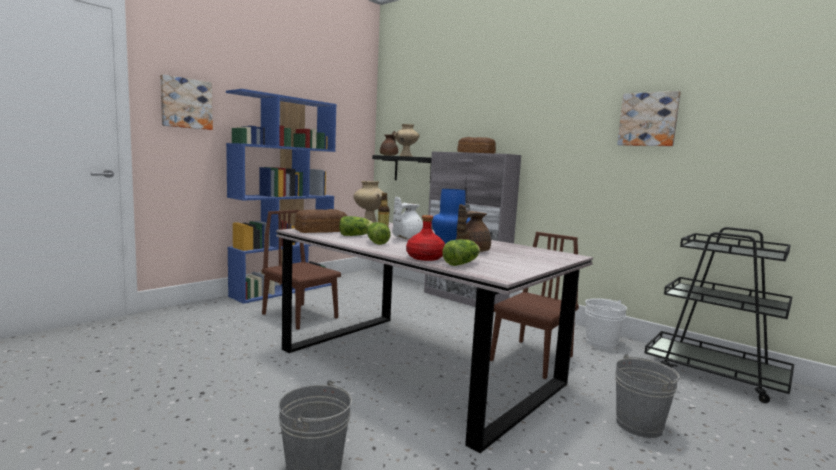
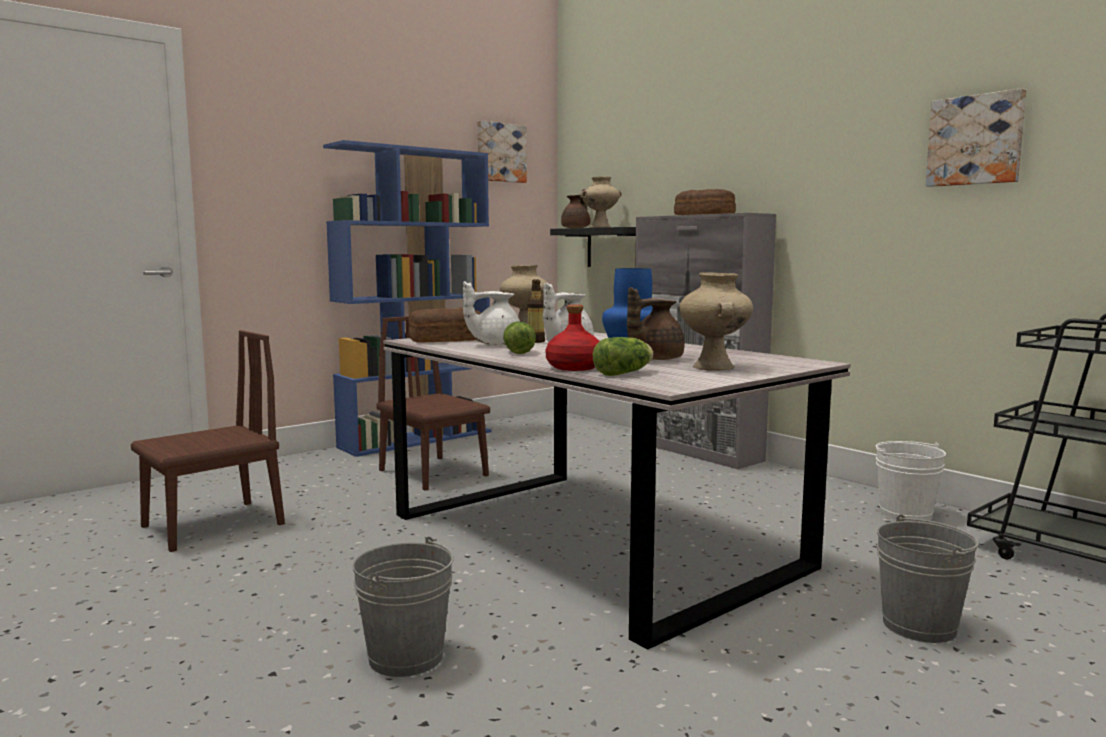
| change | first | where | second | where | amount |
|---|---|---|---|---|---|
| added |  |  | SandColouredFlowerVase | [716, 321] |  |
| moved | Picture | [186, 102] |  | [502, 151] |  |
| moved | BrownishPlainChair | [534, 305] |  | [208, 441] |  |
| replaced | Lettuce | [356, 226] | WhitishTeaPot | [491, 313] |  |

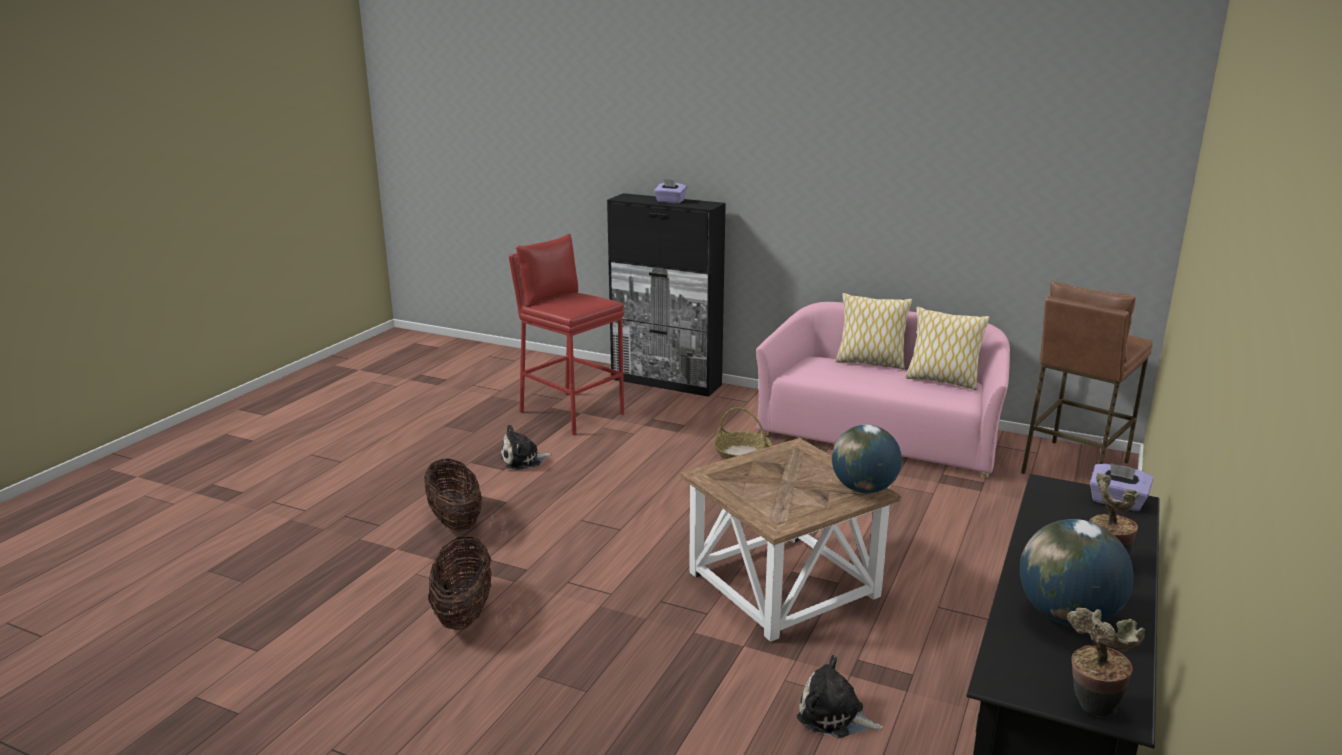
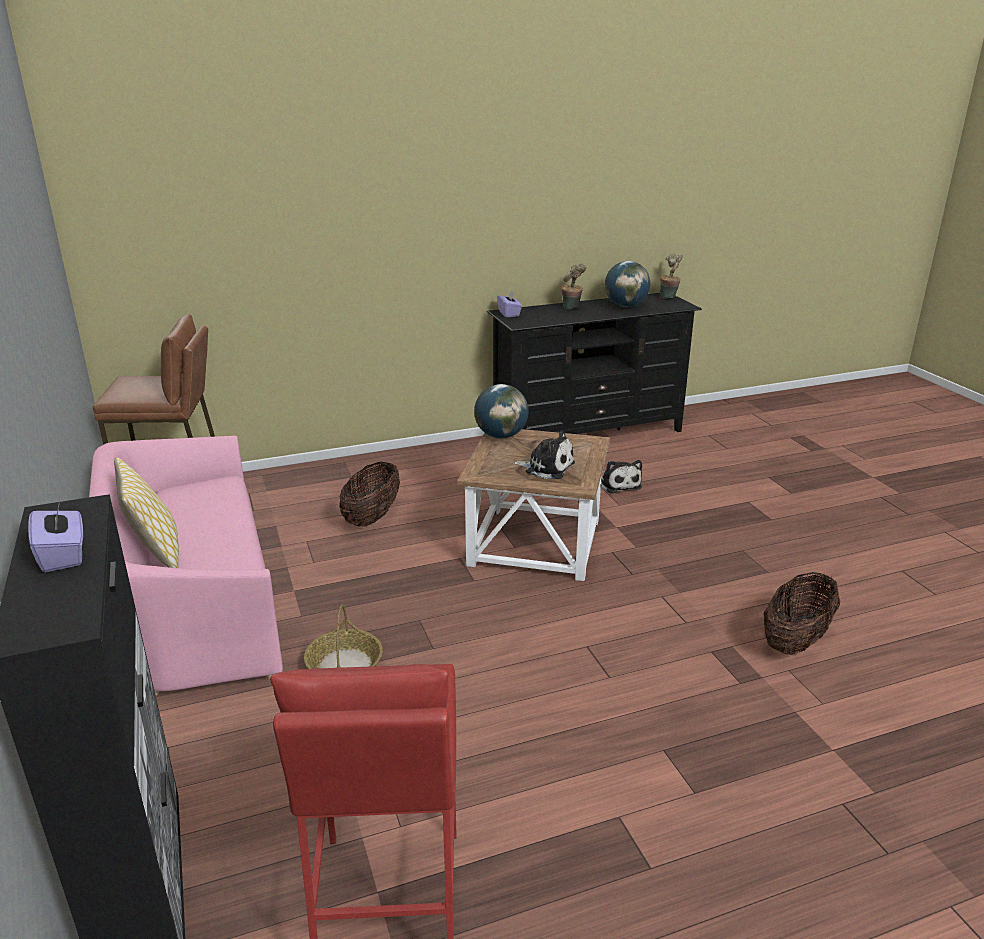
| change | first | where | second | where | amount |
|---|---|---|---|---|---|
| removed | Pillow | [947, 348] |  |  |  |
| moved | StorageBasket | [453, 495] |  | [369, 494] |  |
| moved | CuddlyToy | [526, 447] |  | [544, 454] |  |

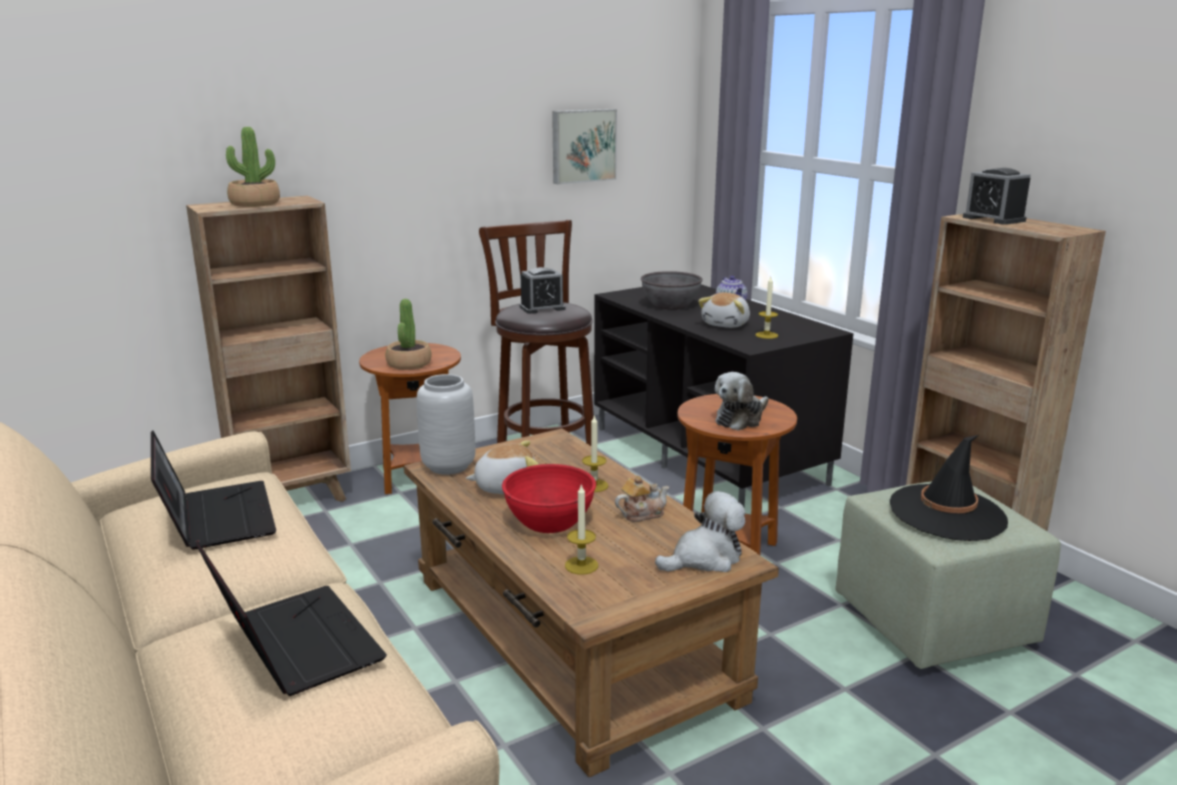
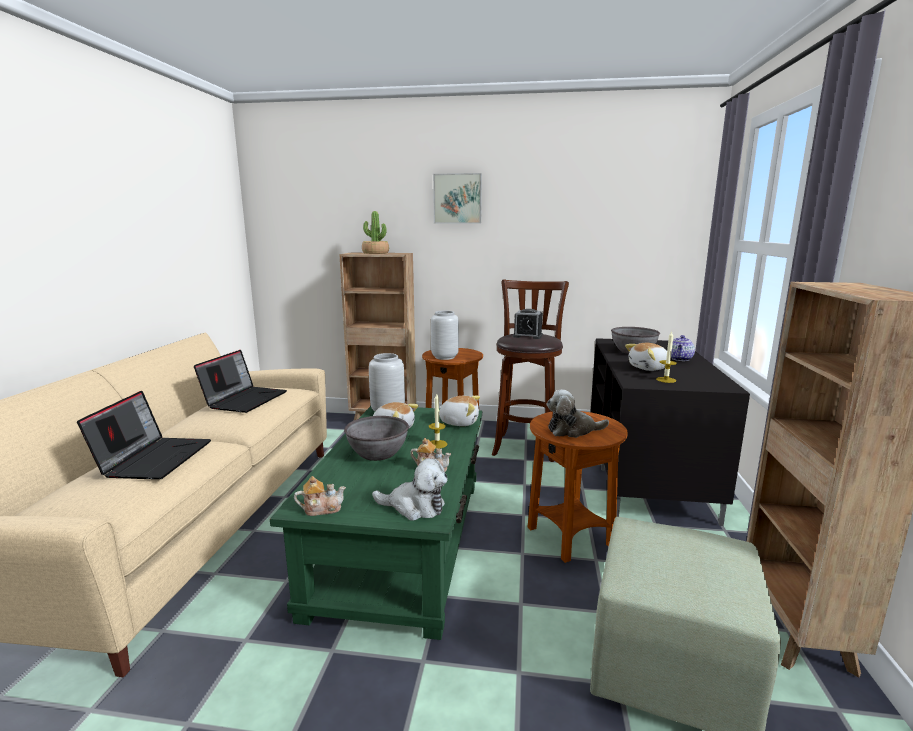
| change | first | where | second | where | amount |
|---|---|---|---|---|---|
| removed | WaxCandle | [581, 529] |  |  |  |
| removed | BlackClothingHat | [949, 488] |  |  |  |
| removed | AlarmClock | [997, 196] |  |  |  |
| added |  |  | TeaPot | [320, 496] |  |
| added |  |  | CuddlyToy | [459, 411] |  |
| moved | Picture | [584, 146] |  | [457, 198] |  |
| replaced | PottedPlant | [408, 334] | GreyishFlowerVase | [445, 335] |  |
| recoloured | BrownishLoungeTable | [591, 602] | GreenLoungeTable | [376, 523] |  |
| recoloured | RedBowl | [549, 498] | GreyishBowl | [376, 438] |  |

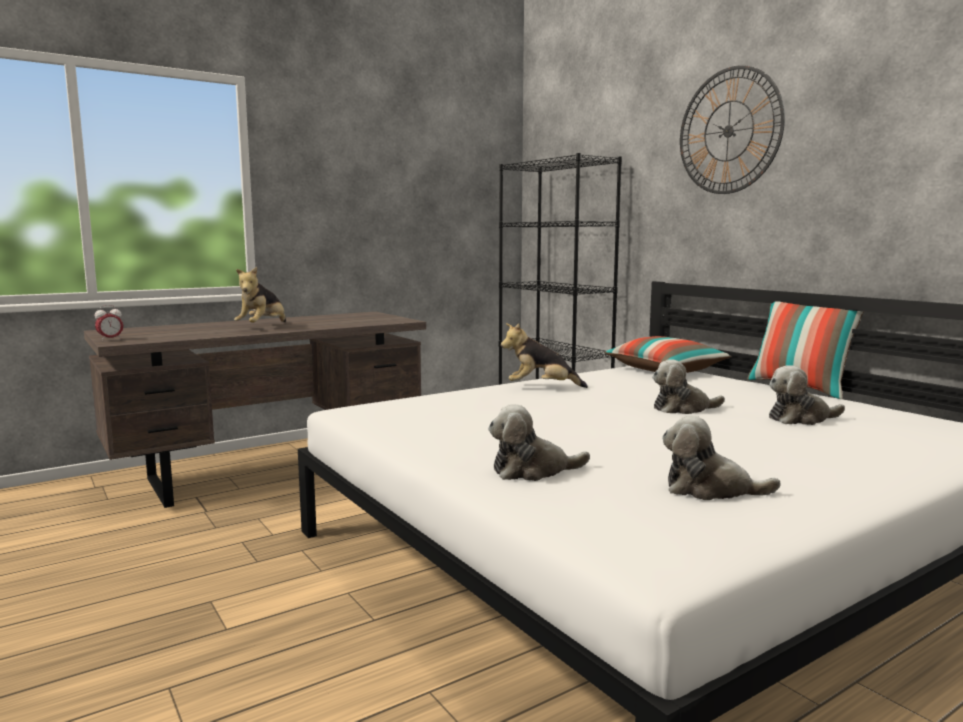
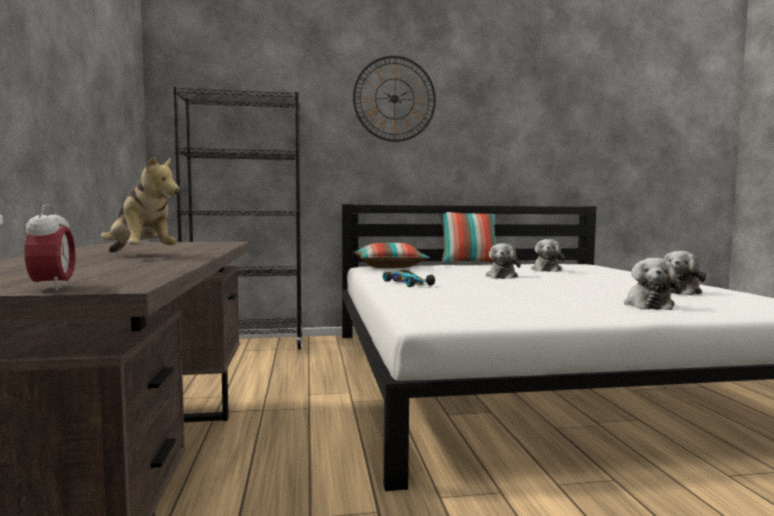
| change | first | where | second | where | amount |
|---|---|---|---|---|---|
| replaced | CuddlyToy | [544, 355] | ModelCar | [409, 278] |  |

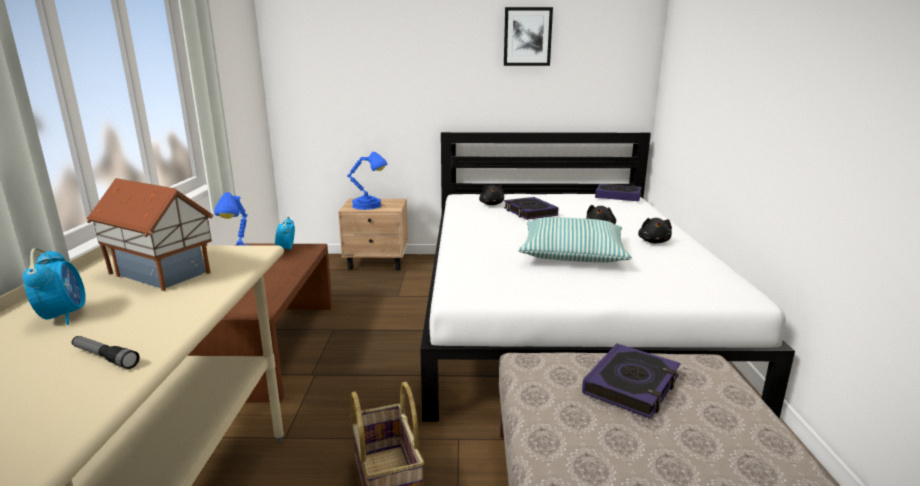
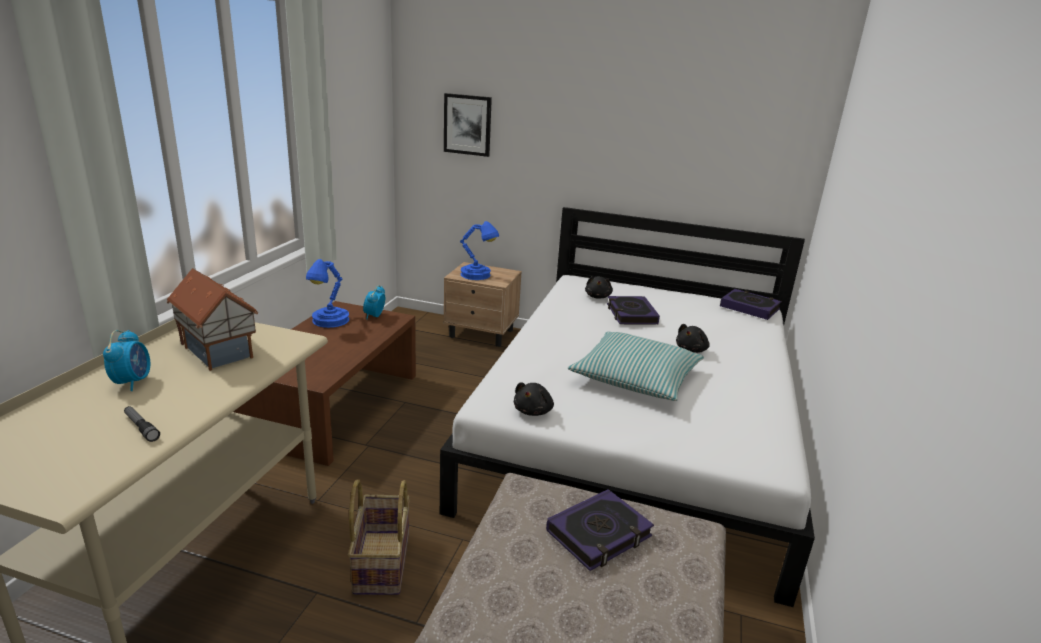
| change | first | where | second | where | amount |
|---|---|---|---|---|---|
| moved | Picture | [528, 36] |  | [468, 125] |  |
| moved | BlackCuddlyToy | [655, 230] |  | [534, 399] |  |

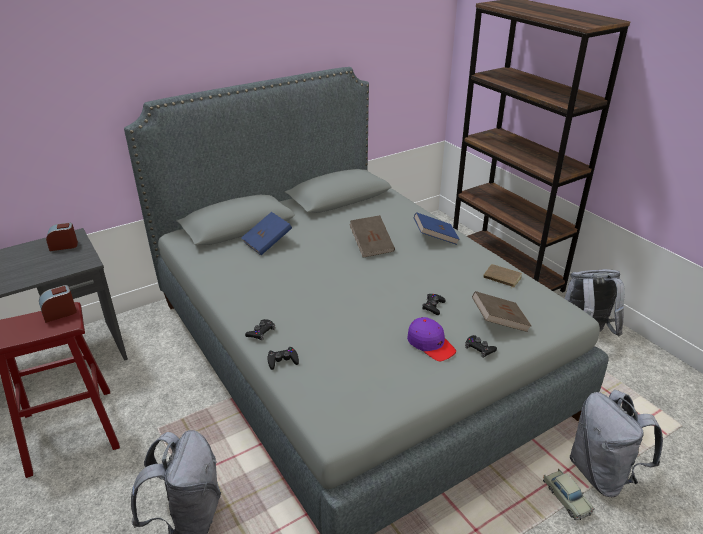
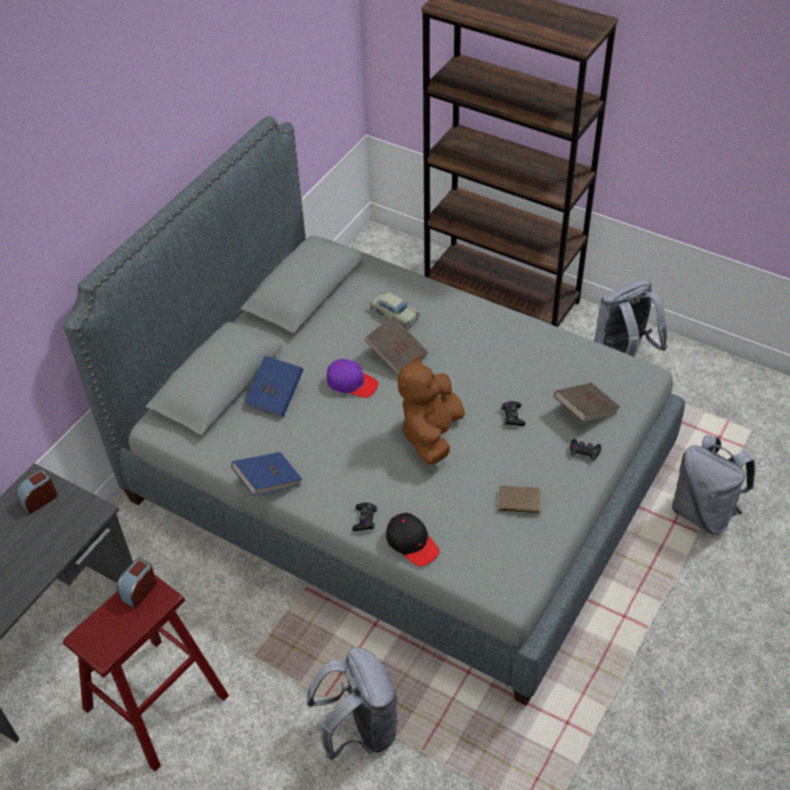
| change | first | where | second | where | amount |
|---|---|---|---|---|---|
| added |  |  | BrownishCuddlyToy | [431, 410] |  |
| moved | PurpleColouredBaseballCap | [431, 339] |  | [352, 378] |  |
| moved | BlueBook | [437, 228] |  | [266, 474] |  |
| moved | BrownishBook | [502, 276] |  | [520, 502] |  |
| moved | SandColouredModelCar | [569, 494] |  | [395, 309] |  |
| replaced | BlackJoypad | [283, 358] | BlackBaseballCap | [412, 540] |  |

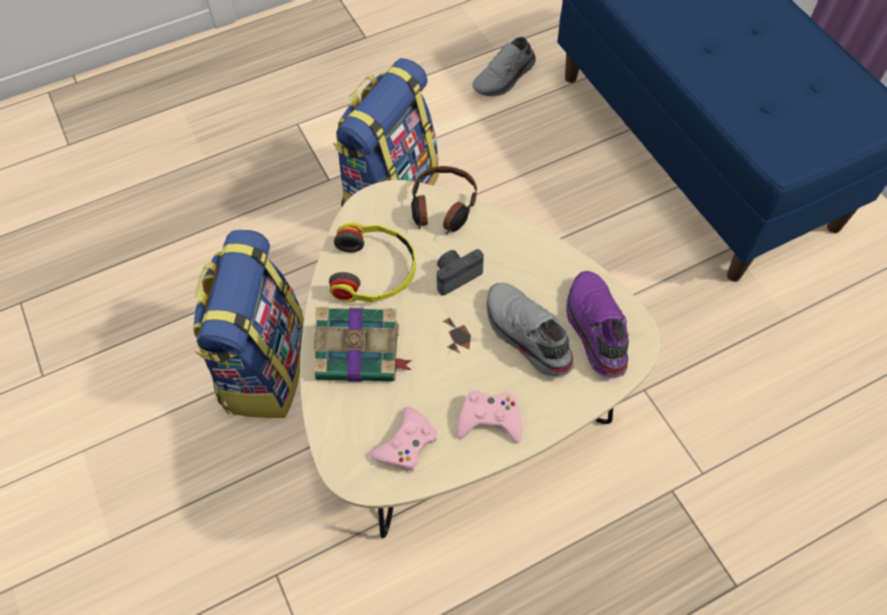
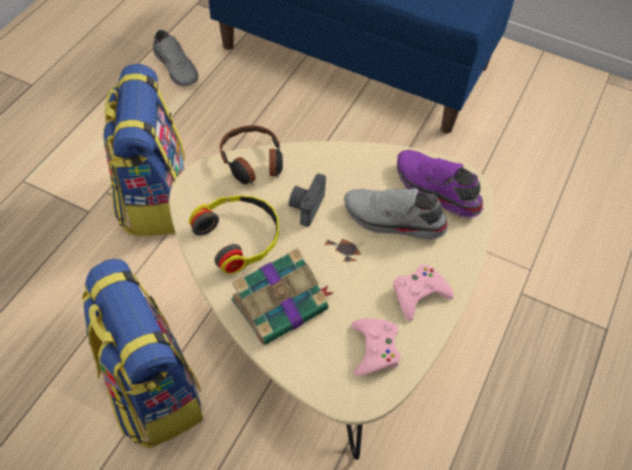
| change | first | where | second | where | amount |
|---|---|---|---|---|---|
| turned | GreyishShoe | [504, 66] |  | [175, 58] | 45 degrees counterclockwise |

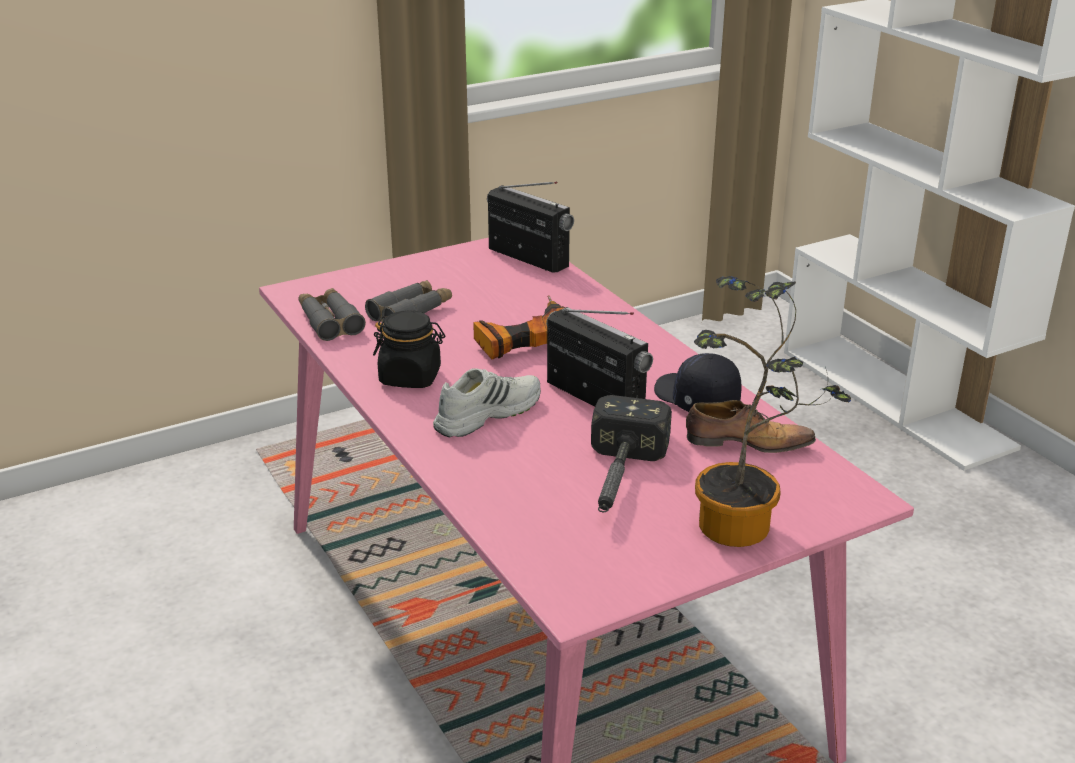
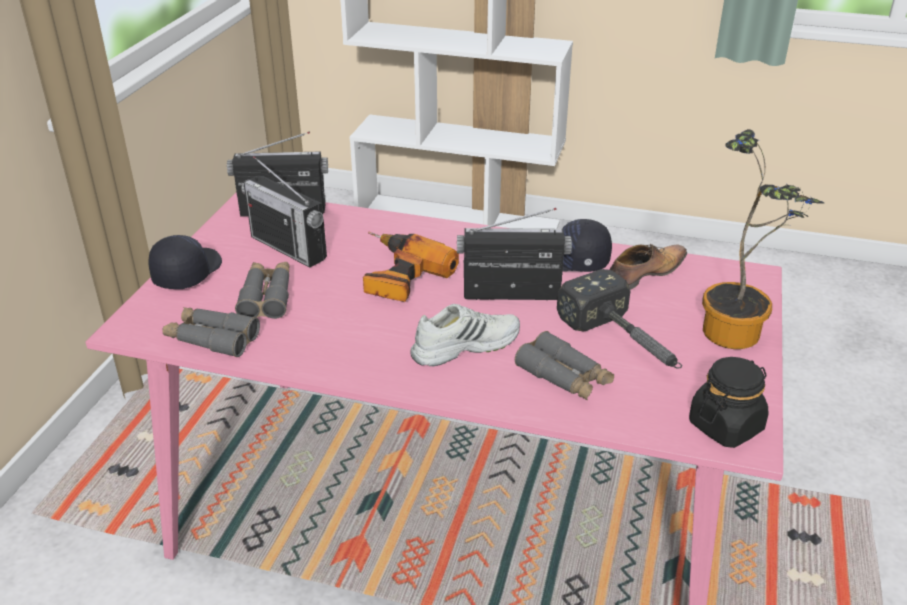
| change | first | where | second | where | amount |
|---|---|---|---|---|---|
| added |  |  | BlackBaseballCap | [185, 262] |  |
| added |  |  | Radio | [284, 212] |  |
| added |  |  | GreyishPairOfBinoculars | [564, 366] |  |
| moved | BlackJar | [409, 349] |  | [729, 402] |  |
| turned | WhitishShoe | [487, 403] |  | [465, 335] | 60 degrees clockwise |

